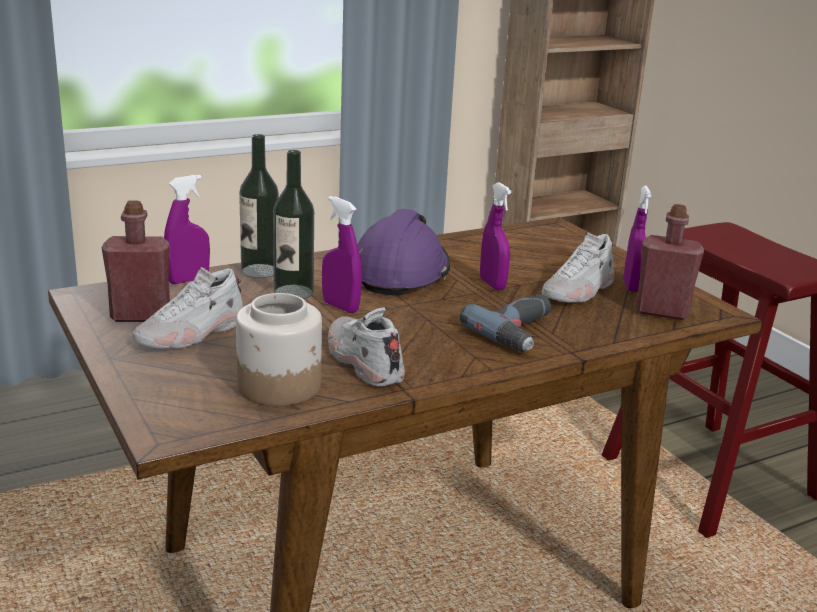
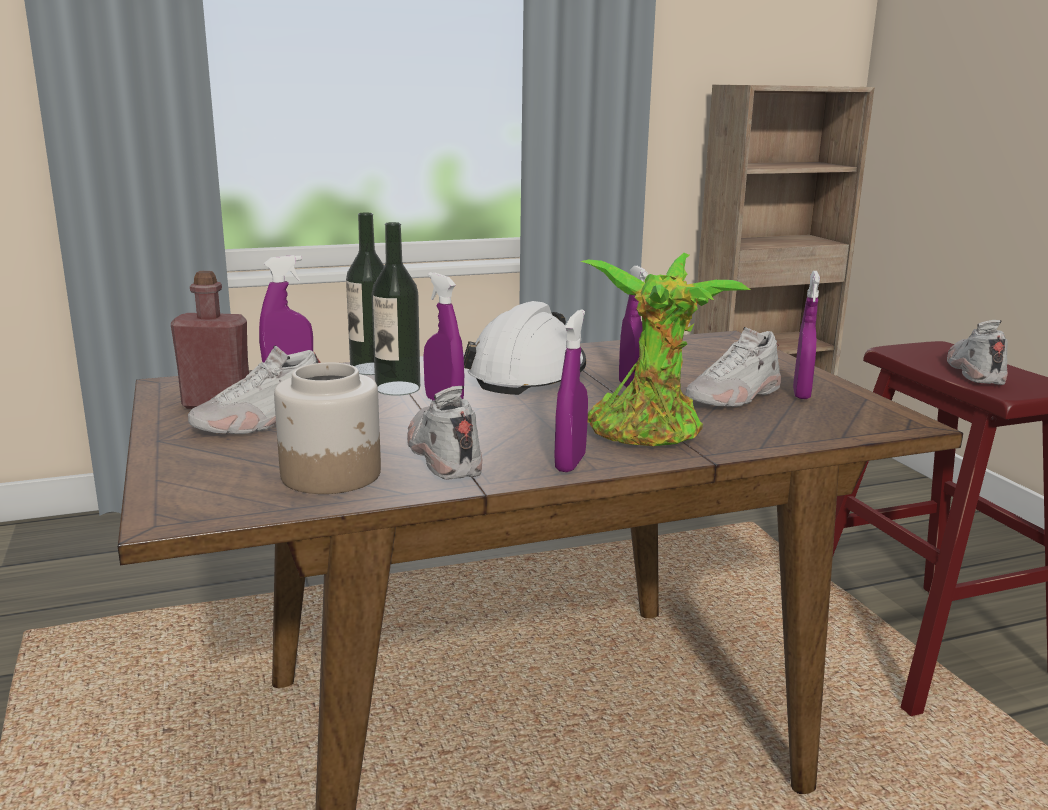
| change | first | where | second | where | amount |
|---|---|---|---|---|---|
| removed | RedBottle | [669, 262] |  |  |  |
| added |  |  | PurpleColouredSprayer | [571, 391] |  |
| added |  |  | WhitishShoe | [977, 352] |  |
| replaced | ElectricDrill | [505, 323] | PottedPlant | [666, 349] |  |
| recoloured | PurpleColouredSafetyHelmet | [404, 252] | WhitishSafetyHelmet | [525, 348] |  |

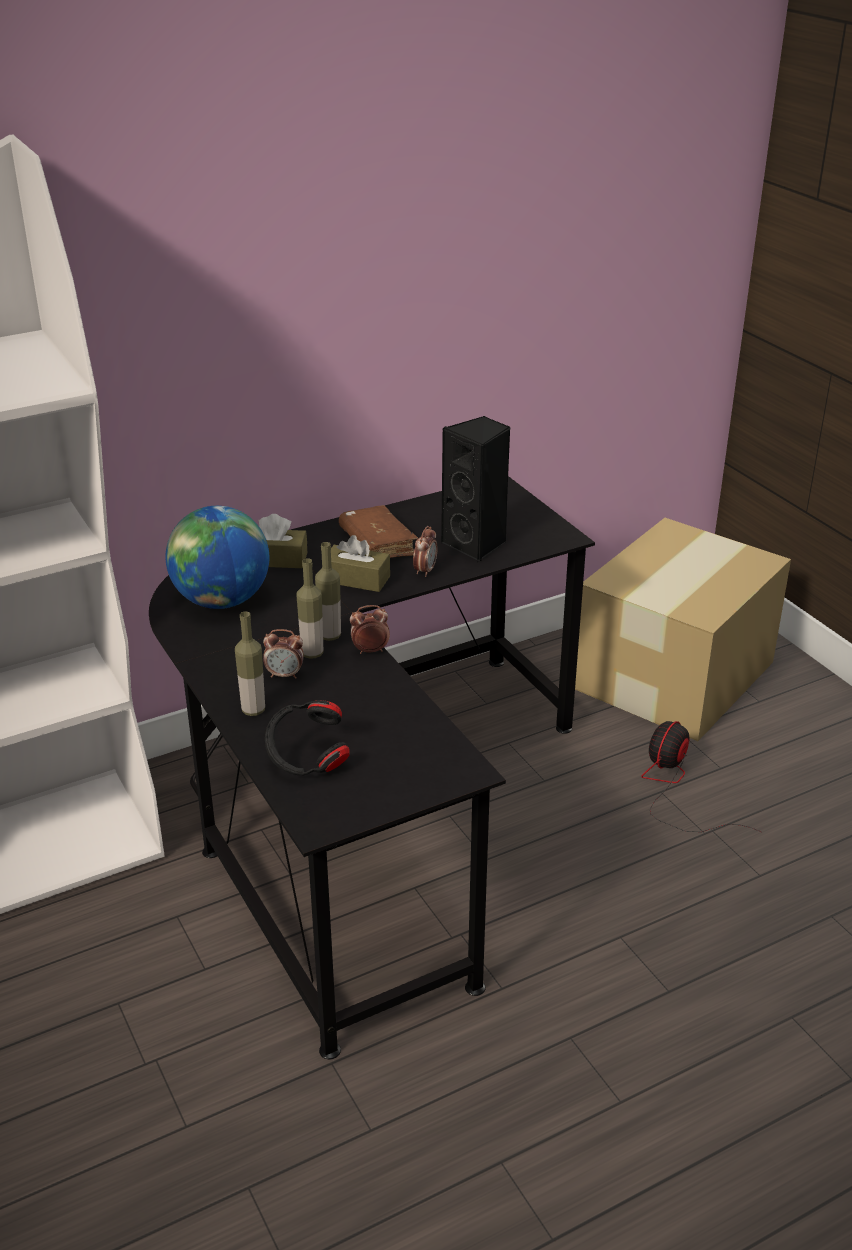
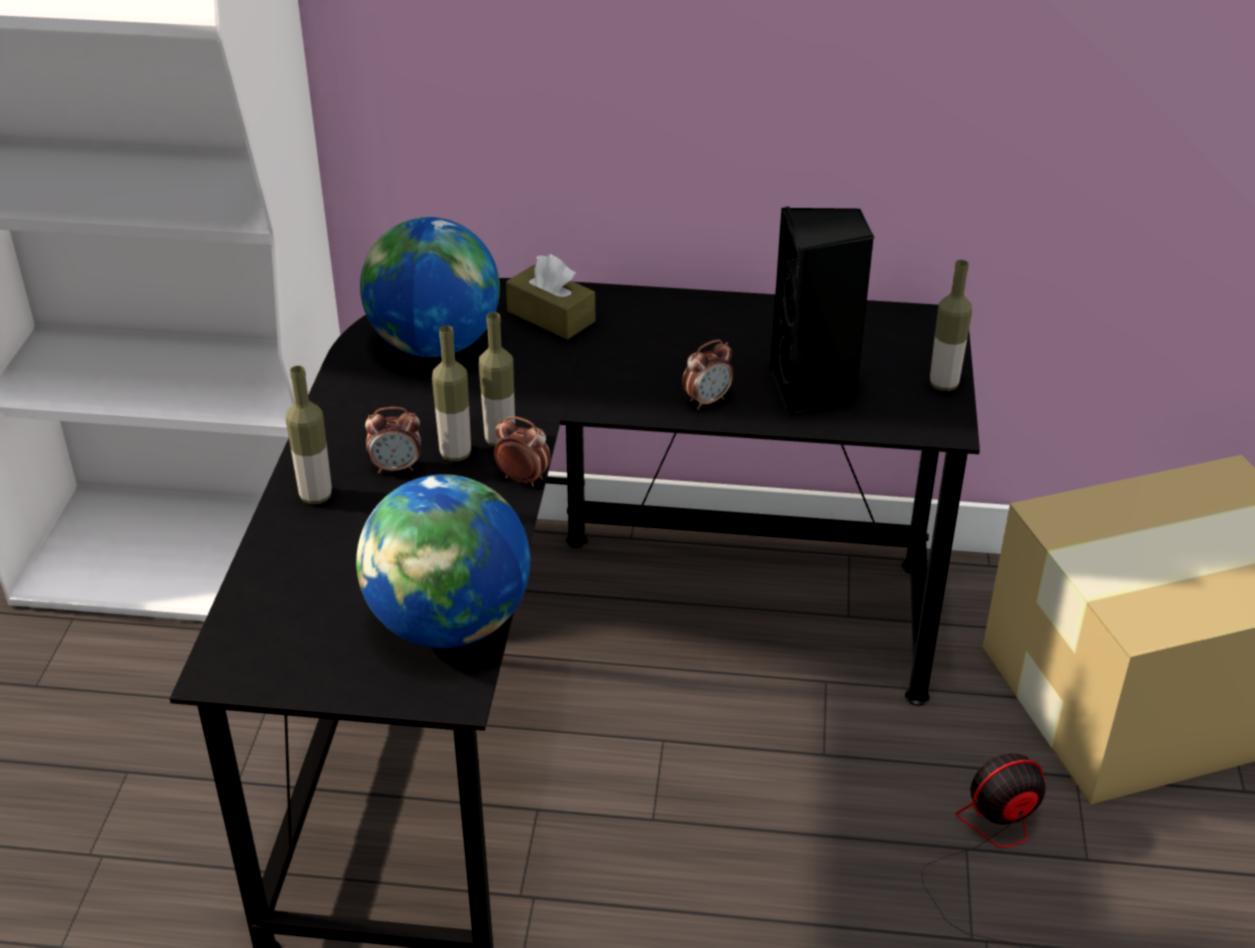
| change | first | where | second | where | amount |
|---|---|---|---|---|---|
| removed | BlackHeadset | [307, 737] |  |  |  |
| removed | BrownishBoxOfTissues | [360, 563] |  |  |  |
| removed | BrownishBook | [378, 531] |  |  |  |
| added |  |  | Globe | [443, 561] |  |
| added |  |  | Bottle | [951, 325] |  |
| turned | AlarmClock | [283, 654] |  | [393, 440] | 45 degrees counterclockwise |

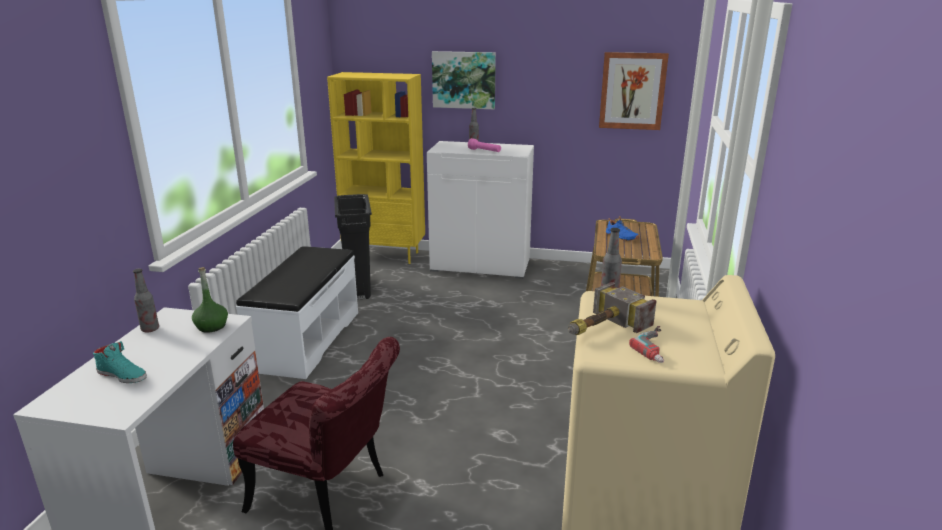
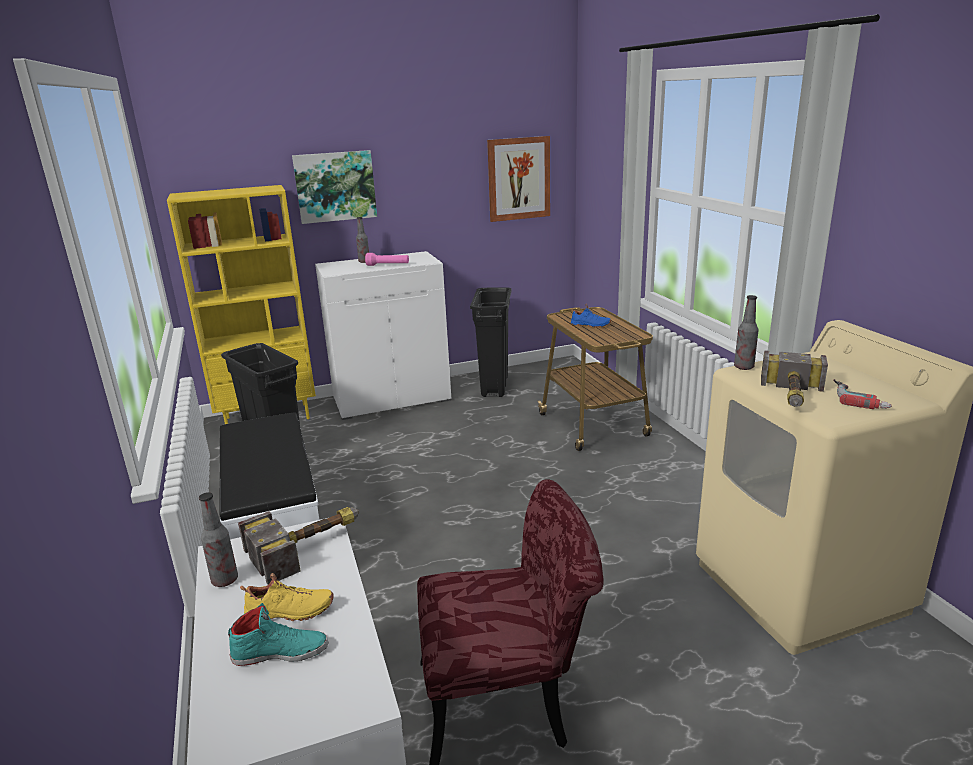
| change | first | where | second | where | amount |
|---|---|---|---|---|---|
| added |  |  | YellowishShoe | [287, 597] |  |
| added |  |  | BlackTrashCan | [491, 342] |  |
| replaced | GreenBottle | [210, 300] | Hammer | [298, 546] |  |

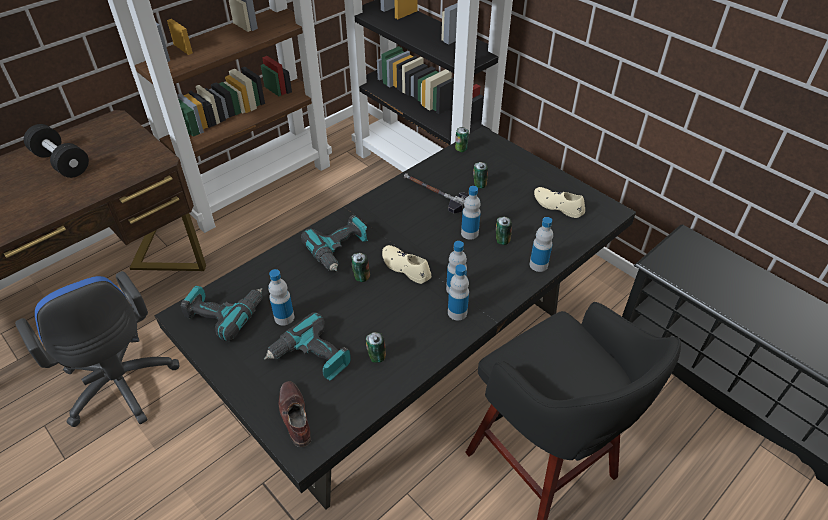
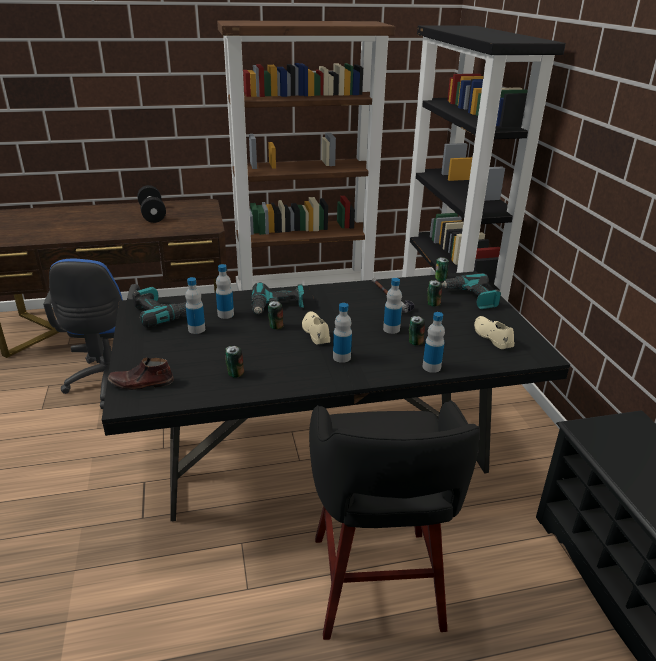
| change | first | where | second | where | amount |
|---|---|---|---|---|---|
| moved | ElectricDrill | [307, 346] |  | [471, 291] |  |
| moved | Bottle | [458, 292] |  | [225, 291] |  |
| turned | BrownishShoe | [294, 414] |  | [140, 373] | 105 degrees counterclockwise |

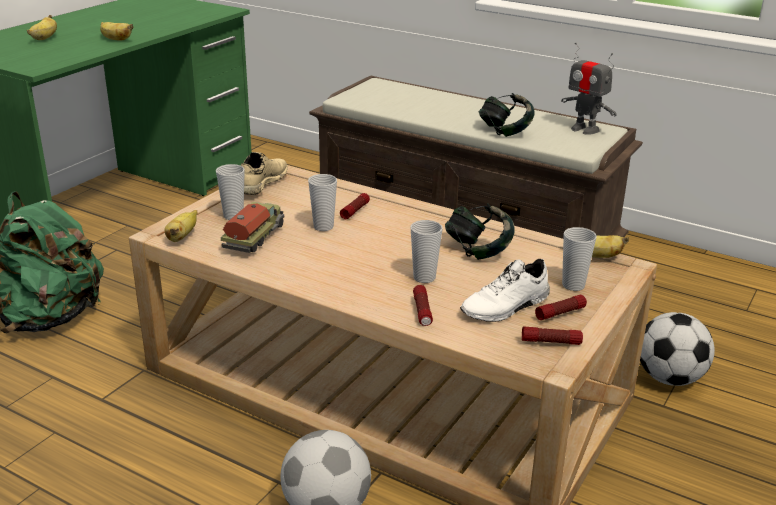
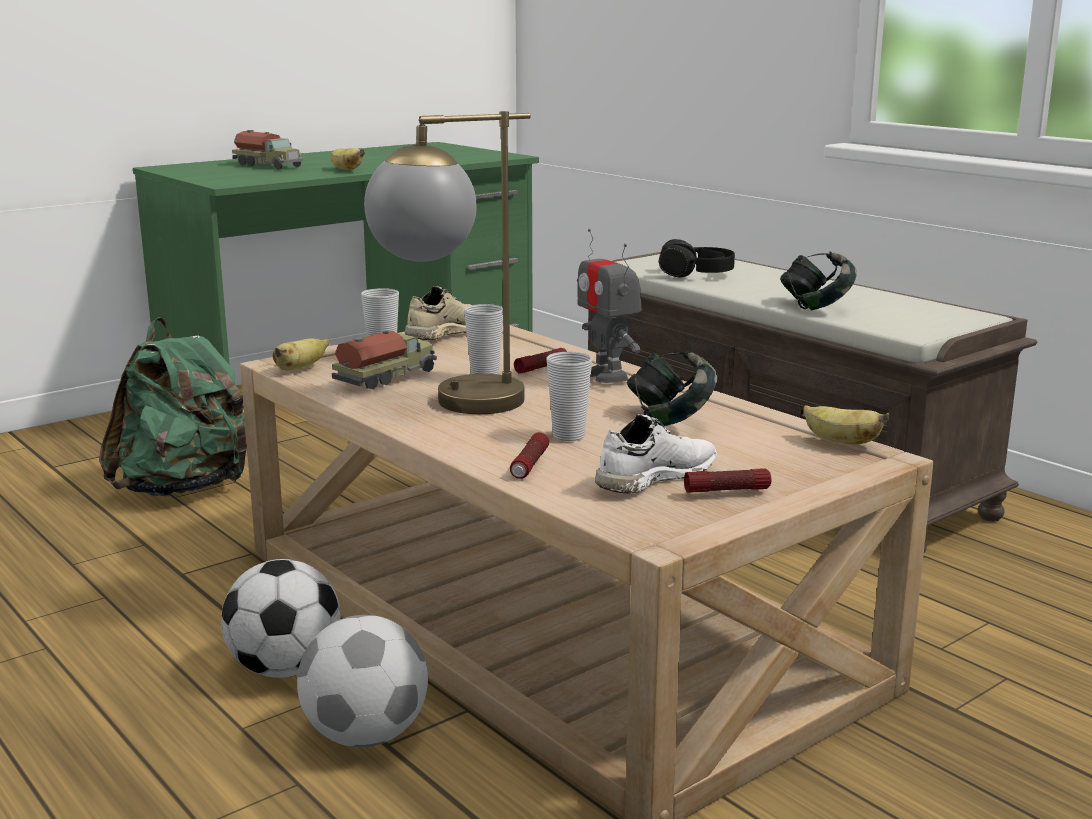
| change | first | where | second | where | amount |
|---|---|---|---|---|---|
| removed | Flashlight | [552, 335] |  |  |  |
| removed | DrinkingCup | [579, 259] |  |  |  |
| added |  |  | TableLamp | [447, 262] |  |
| added |  |  | BlackHeadset | [697, 258] |  |
| moved | RobotFigure | [589, 88] |  | [609, 306] |  |
| moved | Football | [677, 349] |  | [281, 618] |  |
| replaced | WholeBanana | [42, 27] | ModelTruck | [267, 150] |  |
| turned | WhitishShoe | [505, 290] |  | [656, 454] | 150 degrees clockwise |

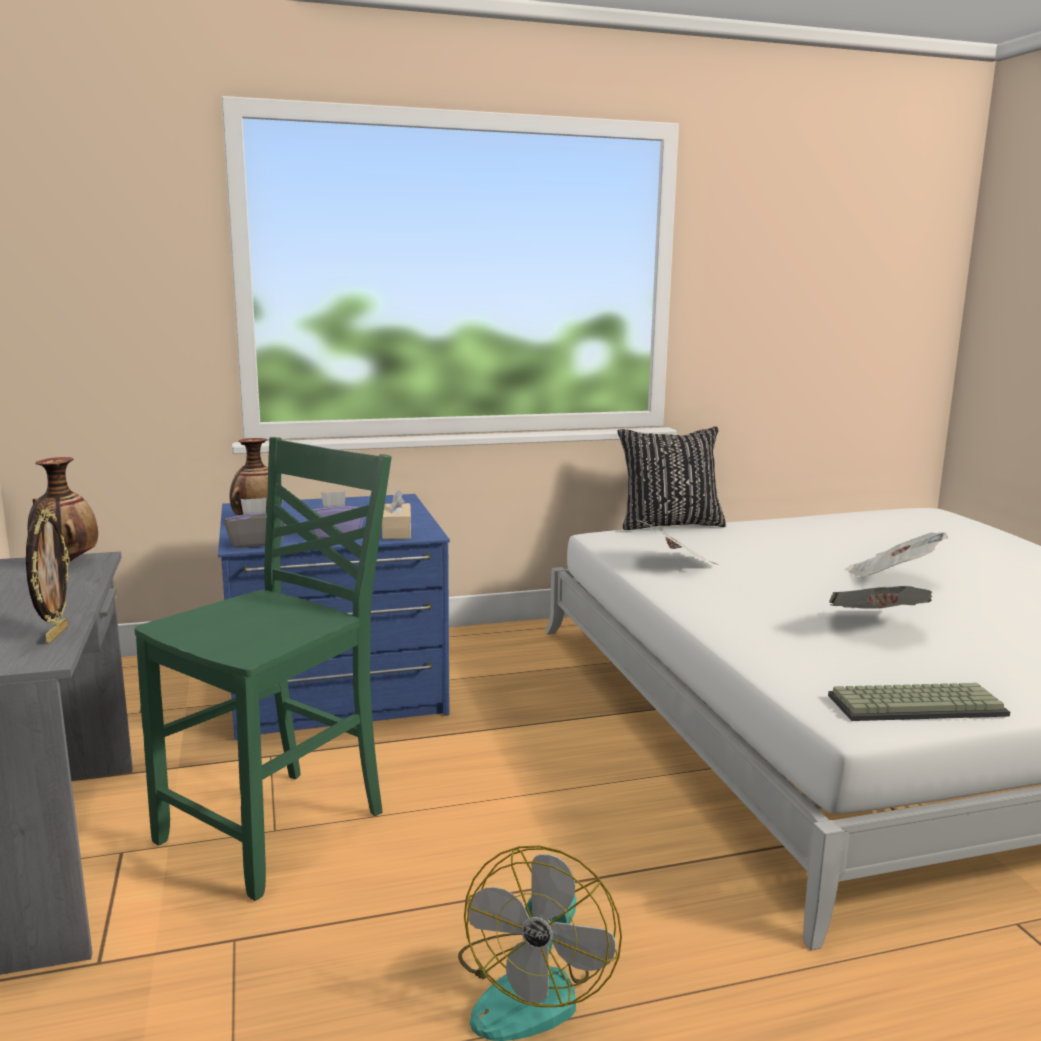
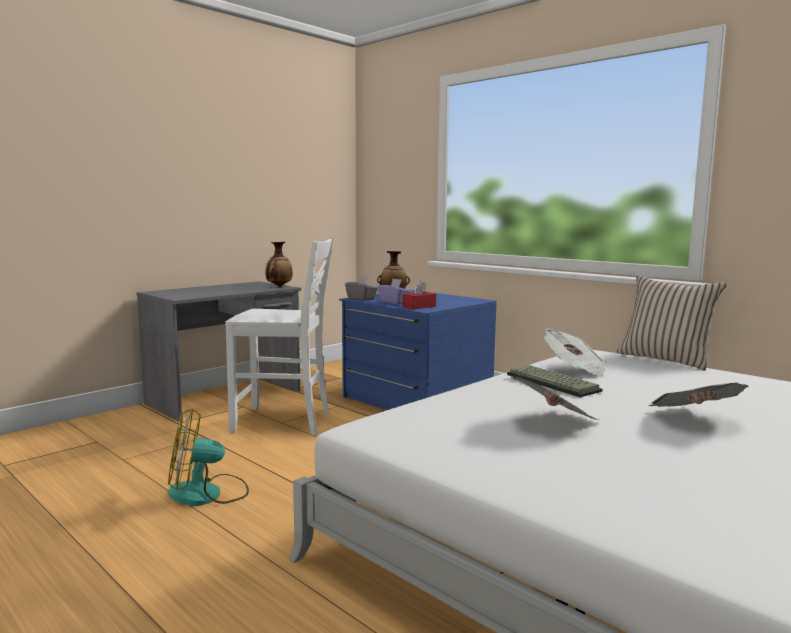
| change | first | where | second | where | amount |
|---|---|---|---|---|---|
| removed | StandingFrame | [48, 575] |  |  |  |
| moved | Keyboard | [919, 702] |  | [554, 381] |  |
| recoloured | GreenPlainChair | [263, 669] | WhitishPlainChair | [279, 336] |  |
| recoloured | SandColouredBoxOfTissues | [396, 513] | RedBoxOfTissues | [419, 295] |  |
| recoloured | BlackPillow | [671, 478] | SandColouredPillow | [672, 323] |  |

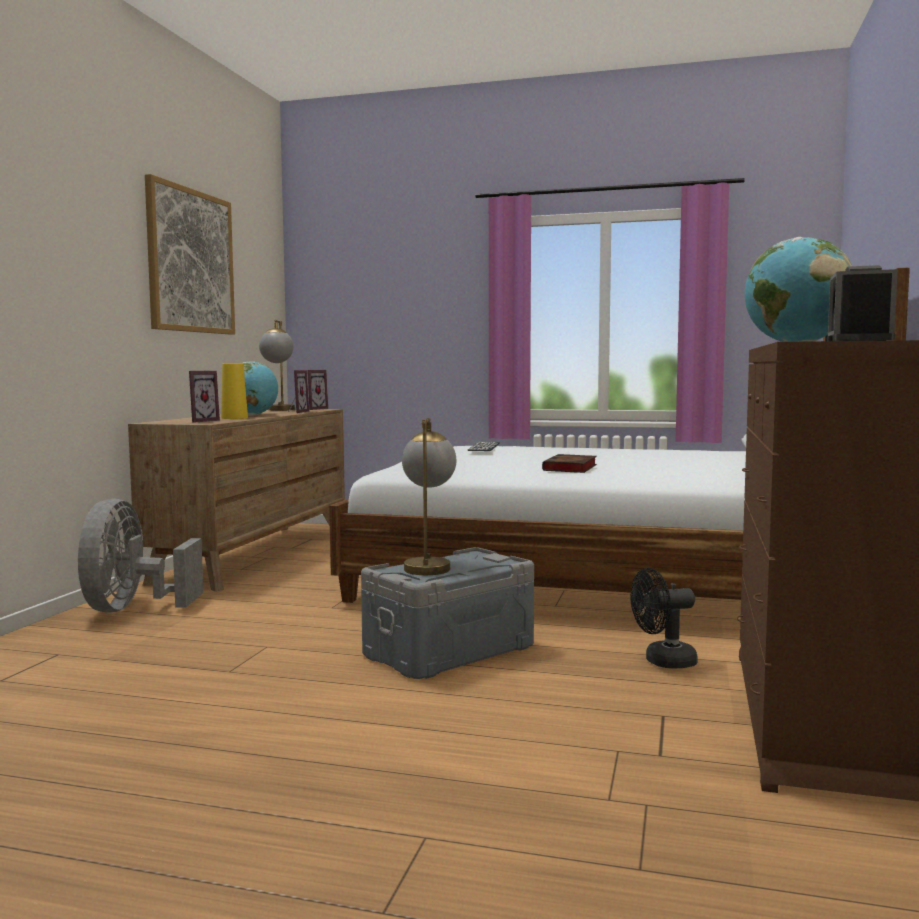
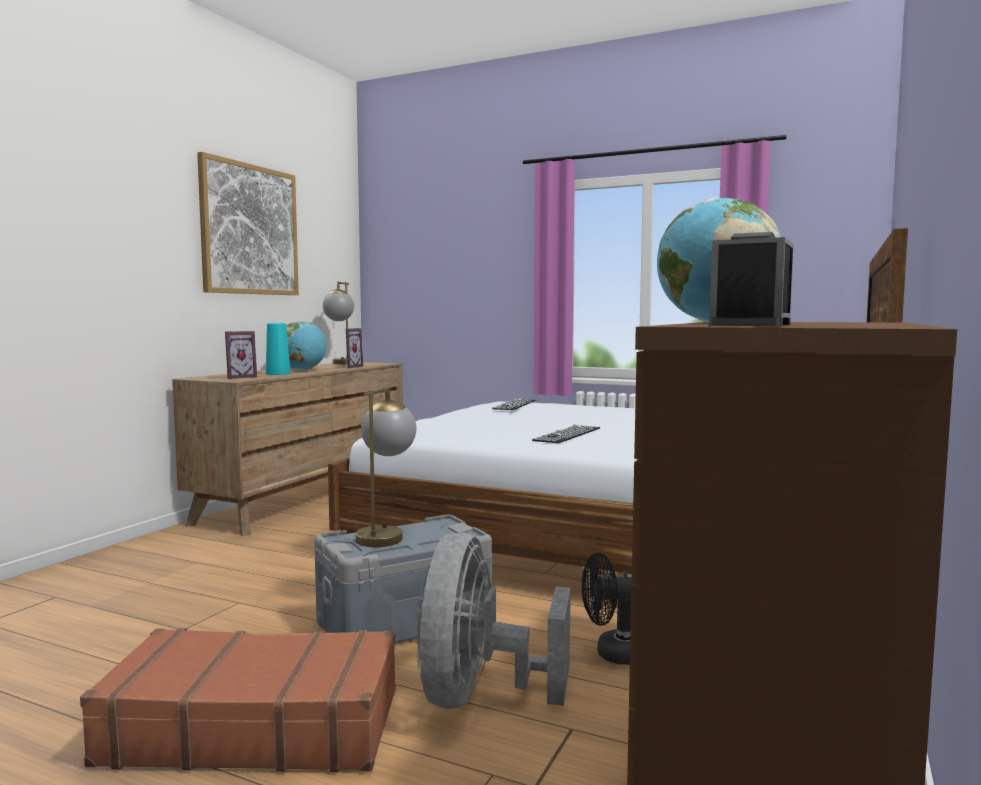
| change | first | where | second | where | amount |
|---|---|---|---|---|---|
| removed | StandingFrame | [317, 390] |  |  |  |
| added |  |  | BrownishPieceOfLuggage | [238, 700] |  |
| moved | GreyishCoolingFan | [140, 556] |  | [494, 620] |  |
| replaced | Book | [569, 463] | Keyboard | [566, 434] |  |
| recoloured | YellowishFlowerVase | [234, 391] | TurquoiseFlowerVase | [278, 349] |  |

